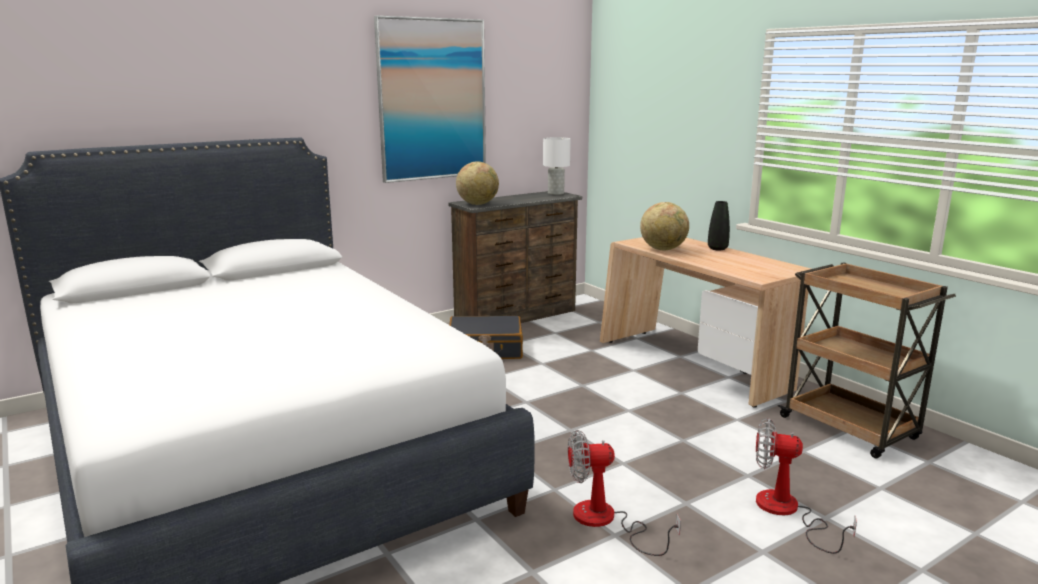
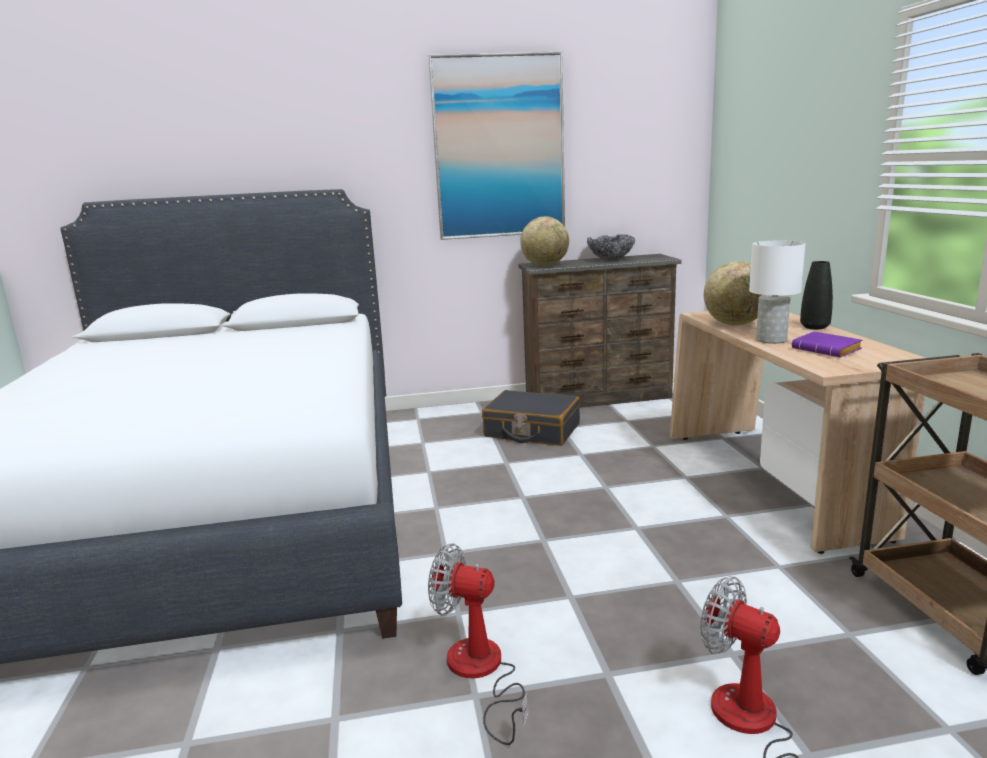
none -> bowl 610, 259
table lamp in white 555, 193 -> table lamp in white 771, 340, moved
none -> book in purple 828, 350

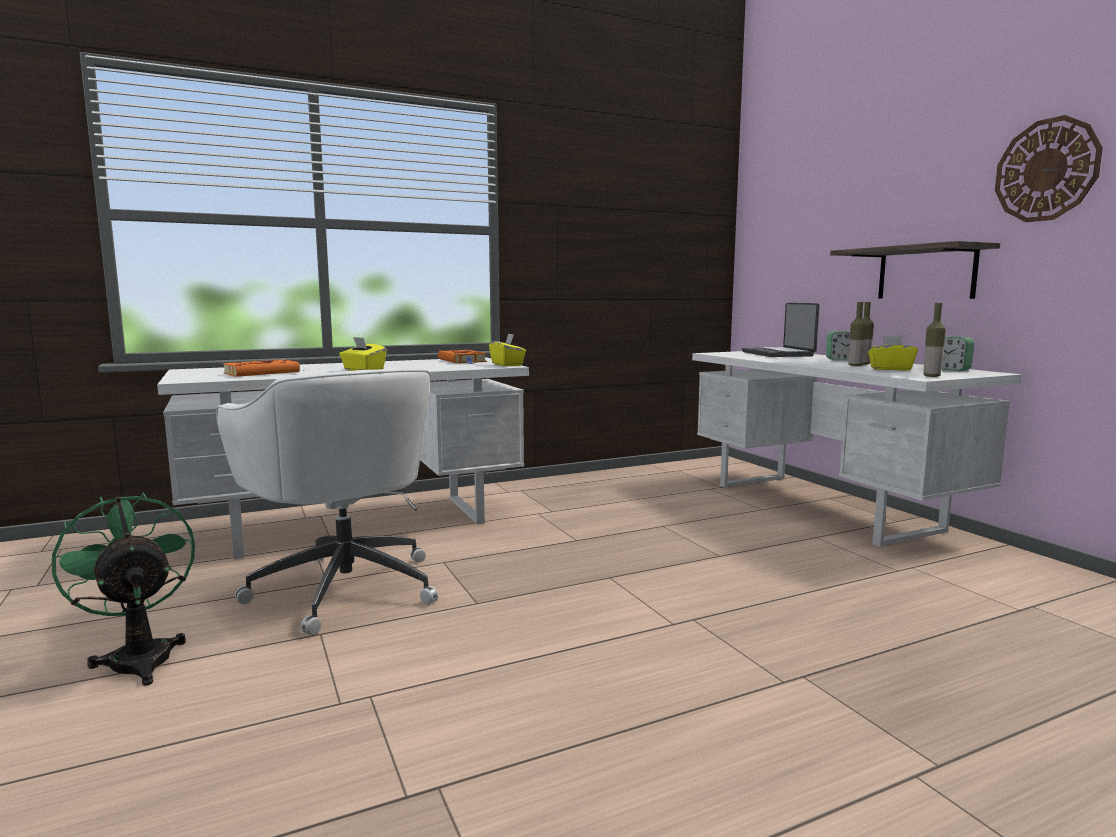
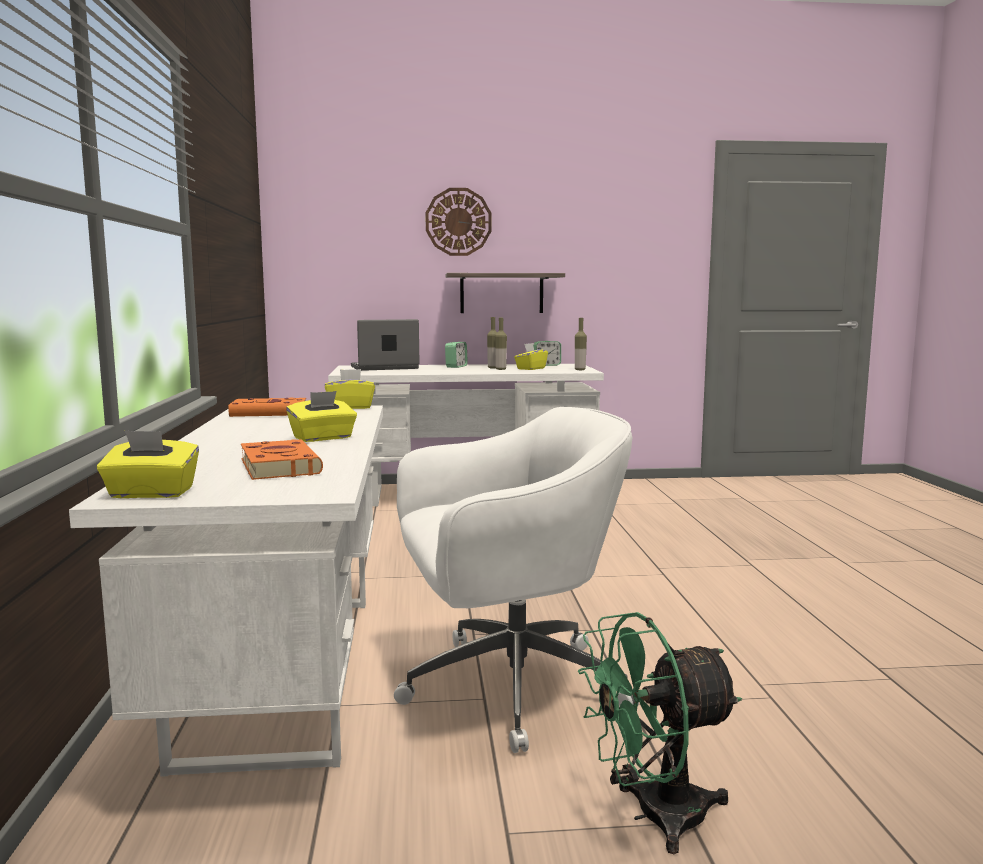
none -> tissue box in yellow 151, 493
laptop 779, 354 -> laptop 384, 368, 150 degrees clockwise
wall clock 1046, 170 -> wall clock 458, 222, moved

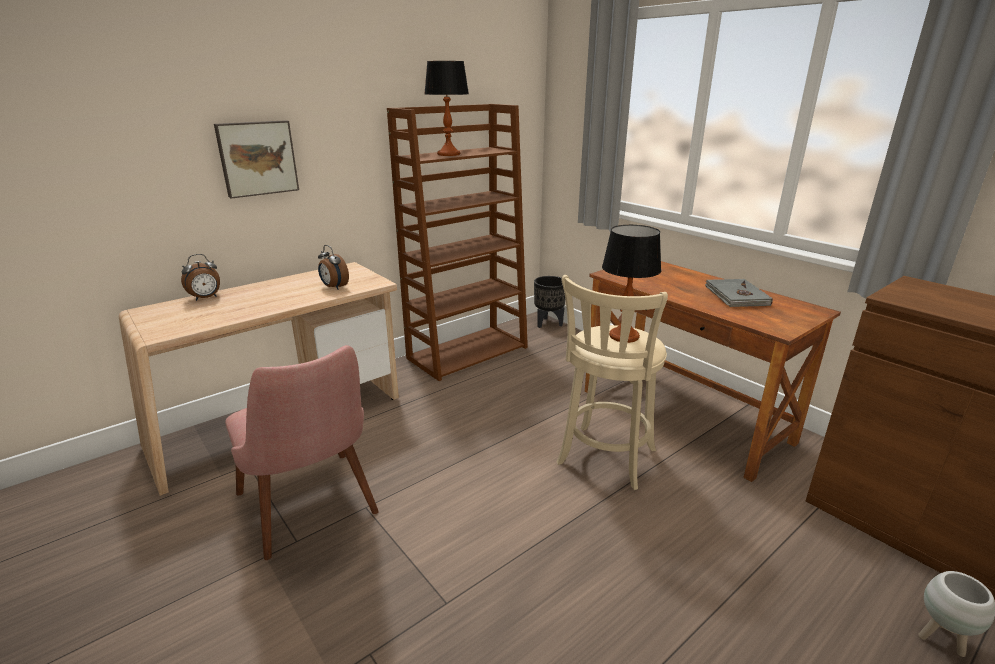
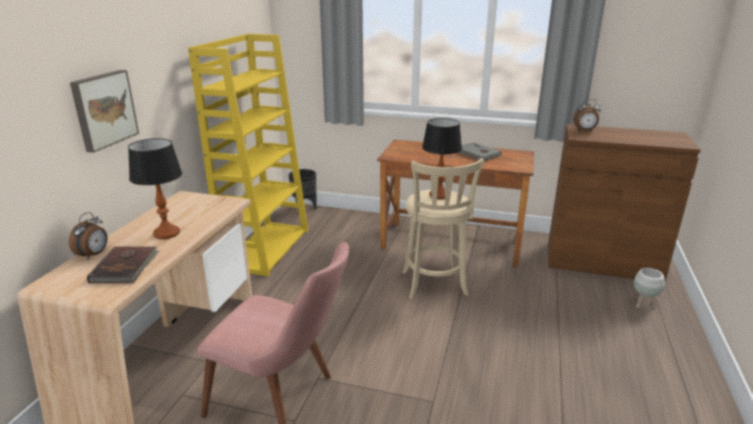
none -> book in brown 125, 267
table lamp 449, 154 -> table lamp 167, 233, moved
bookcase in brown 468, 352 -> bookcase in yellow 266, 248
alarm clock 334, 287 -> alarm clock 584, 131, moved

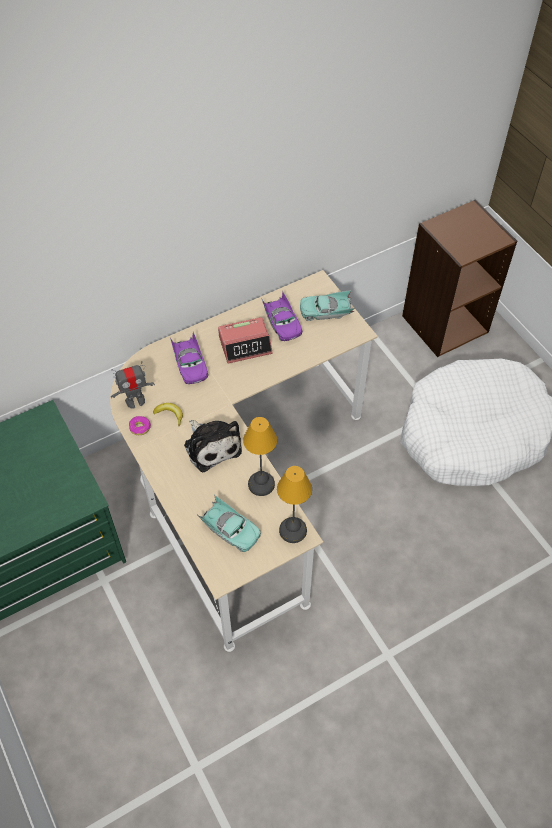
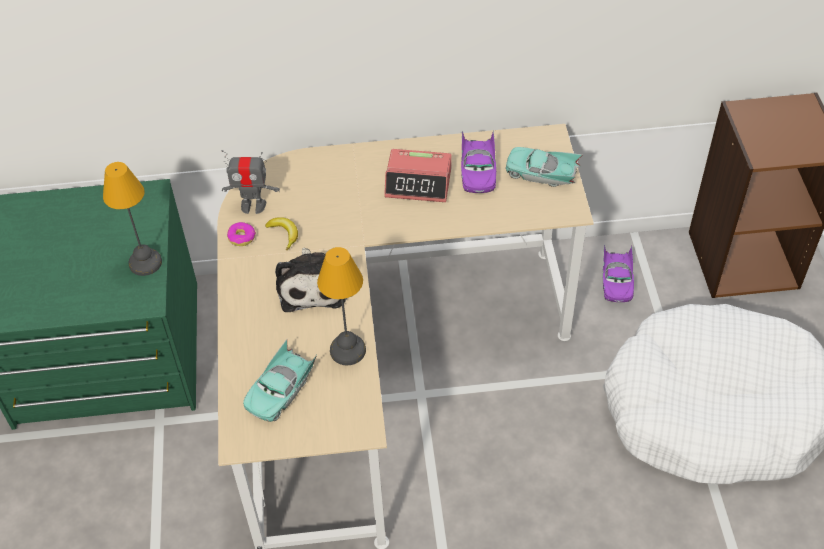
table lamp 293, 529 -> table lamp 146, 262, moved
toy car in turquoise 230, 530 -> toy car in turquoise 281, 390, 60 degrees clockwise
toy car in purple 190, 364 -> toy car in purple 616, 280, moved

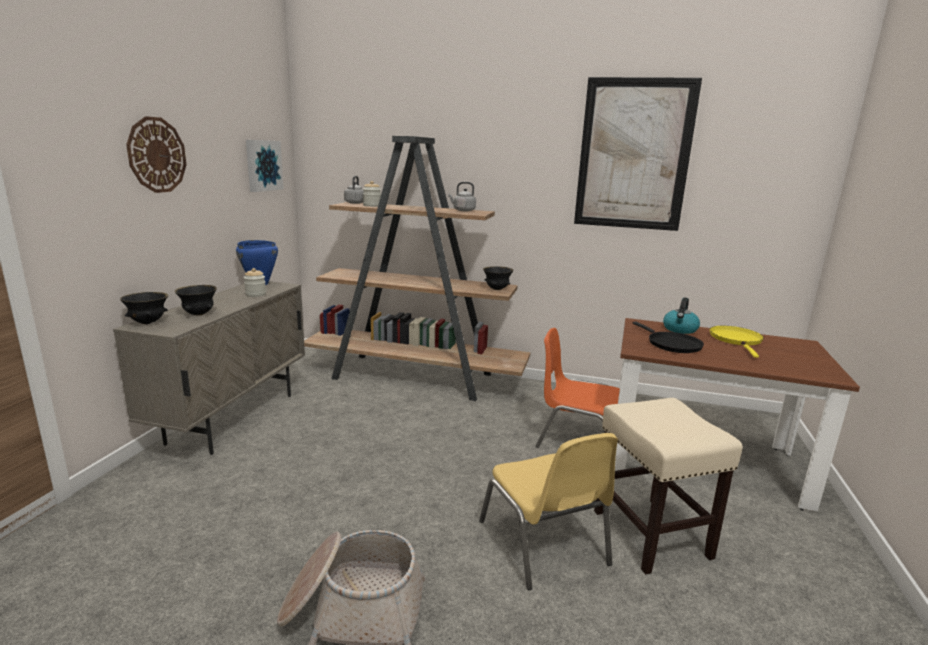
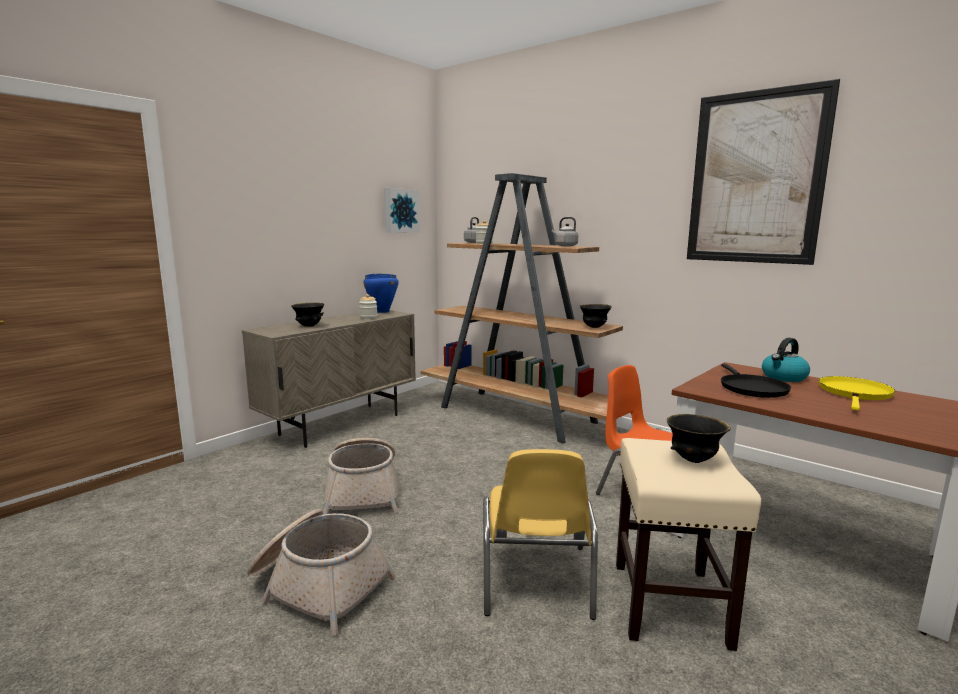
none -> basket 364, 492
bowl in black 148, 323 -> bowl in black 693, 460, moved
wall clock 157, 155 -> none

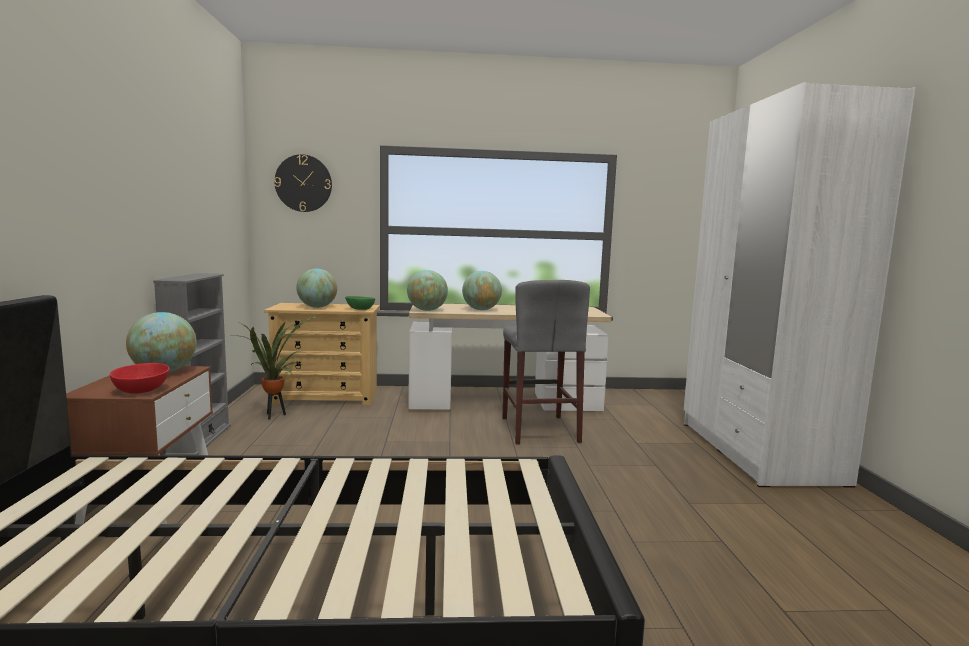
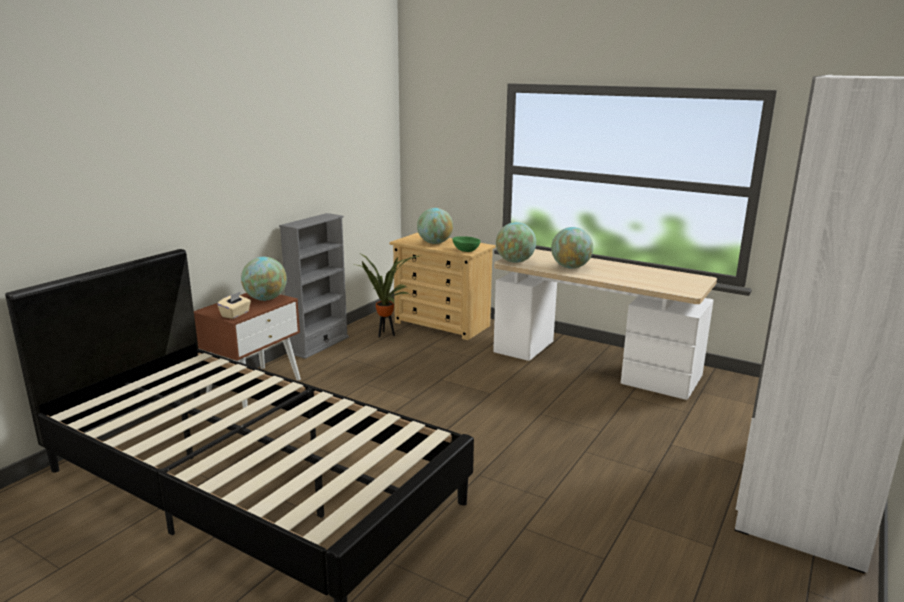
bowl in red 141, 390 -> tissue box in beige 235, 314
wall clock 303, 183 -> none
stool in grey 539, 429 -> none

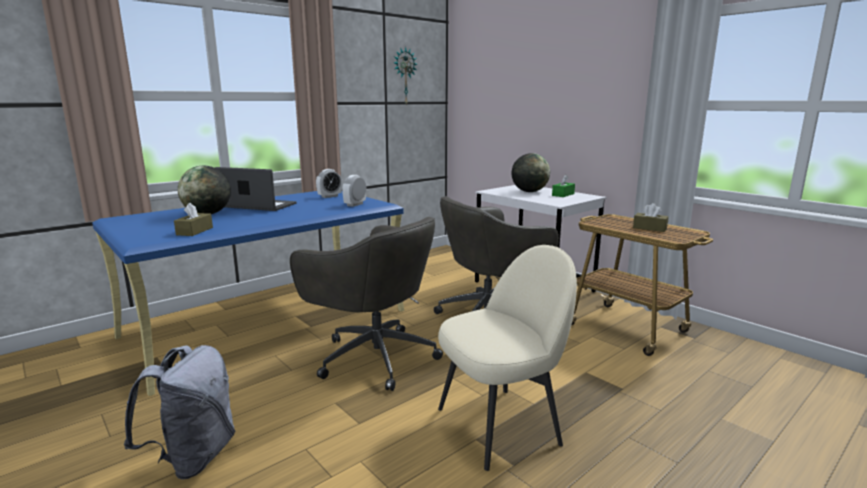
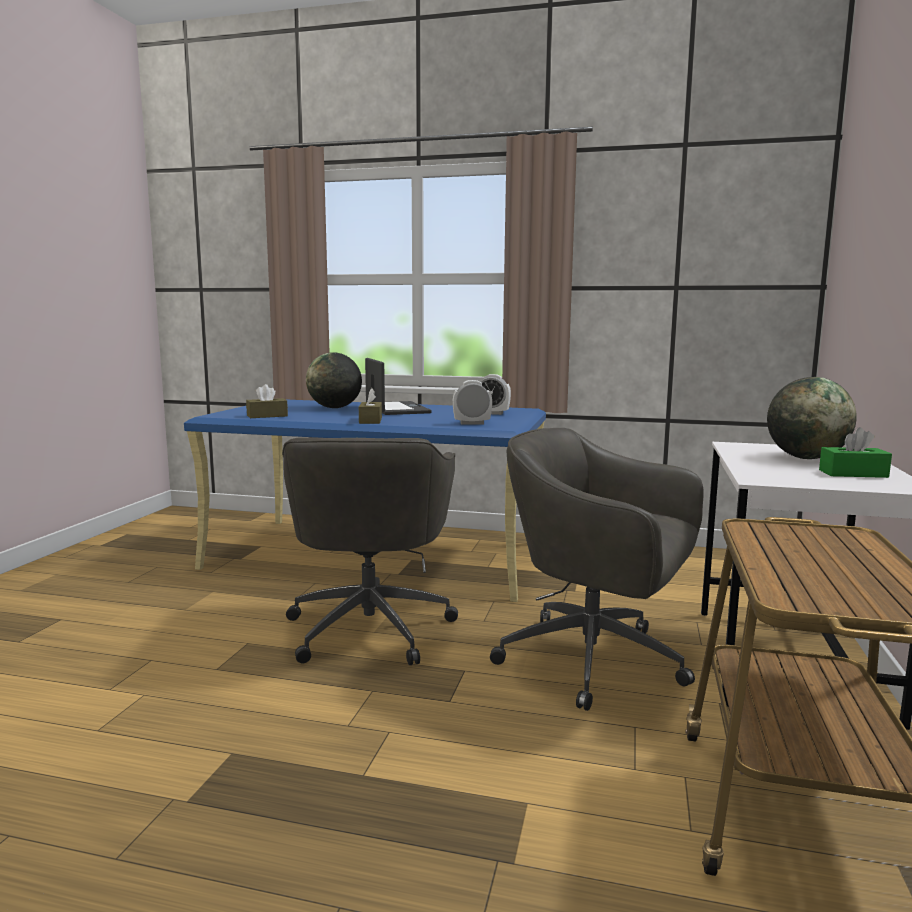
tissue box in brown 649, 228 -> tissue box in brown 370, 420, moved
backpack in grey 193, 457 -> none
wall clock 404, 76 -> none
chair in beige 501, 425 -> none

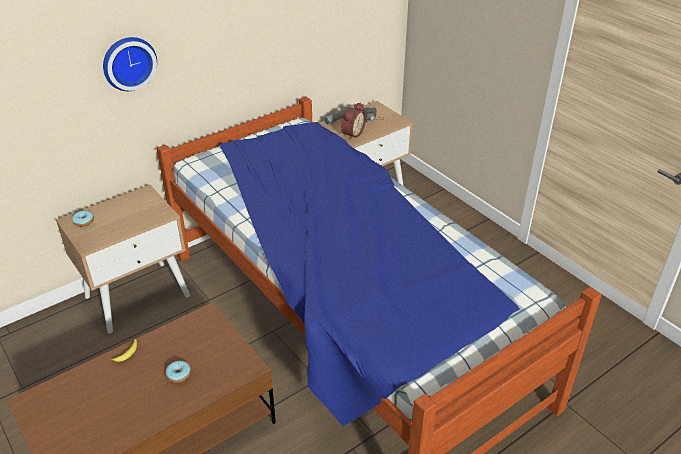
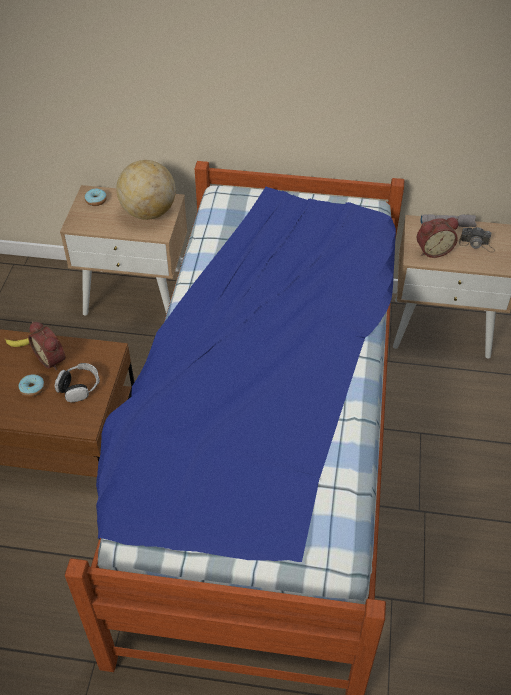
none -> alarm clock 52, 359
none -> headphones 79, 387
none -> globe 148, 212
wall clock 128, 62 -> none

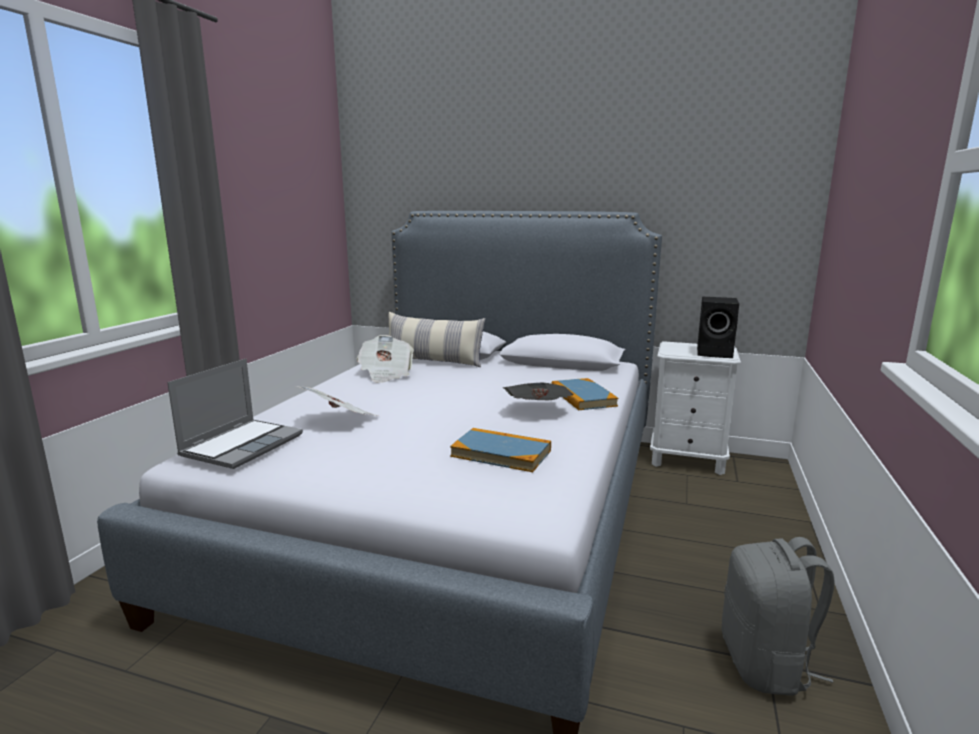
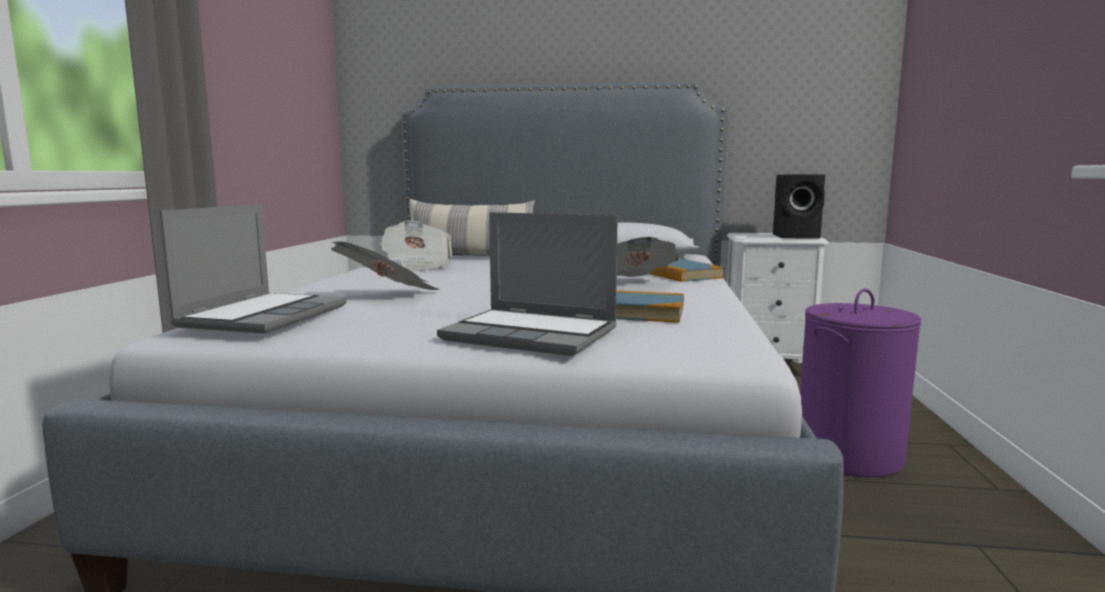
none -> laptop 533, 335
none -> laundry basket in purple 848, 455
backpack in grey 766, 665 -> none

